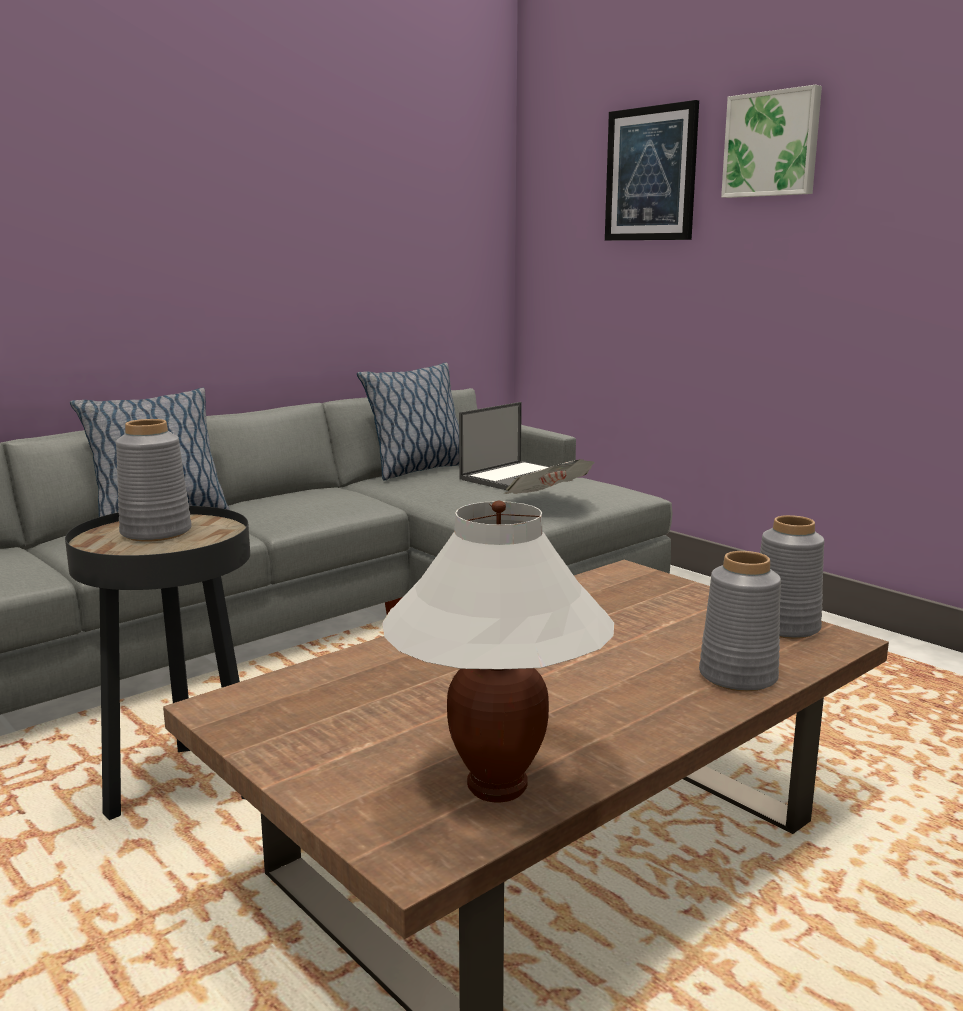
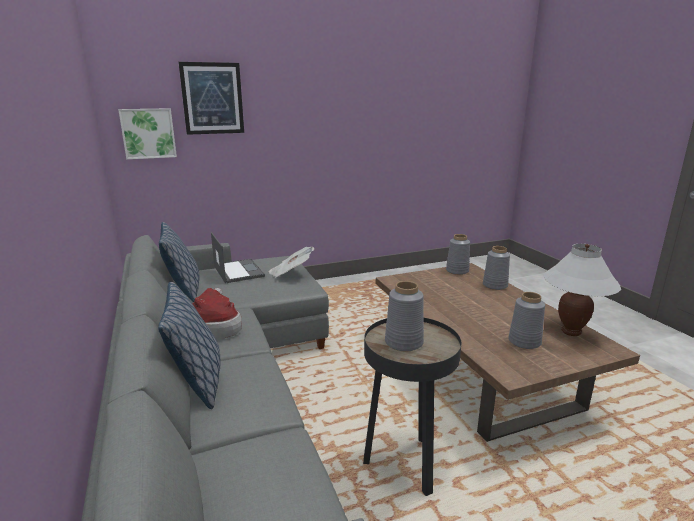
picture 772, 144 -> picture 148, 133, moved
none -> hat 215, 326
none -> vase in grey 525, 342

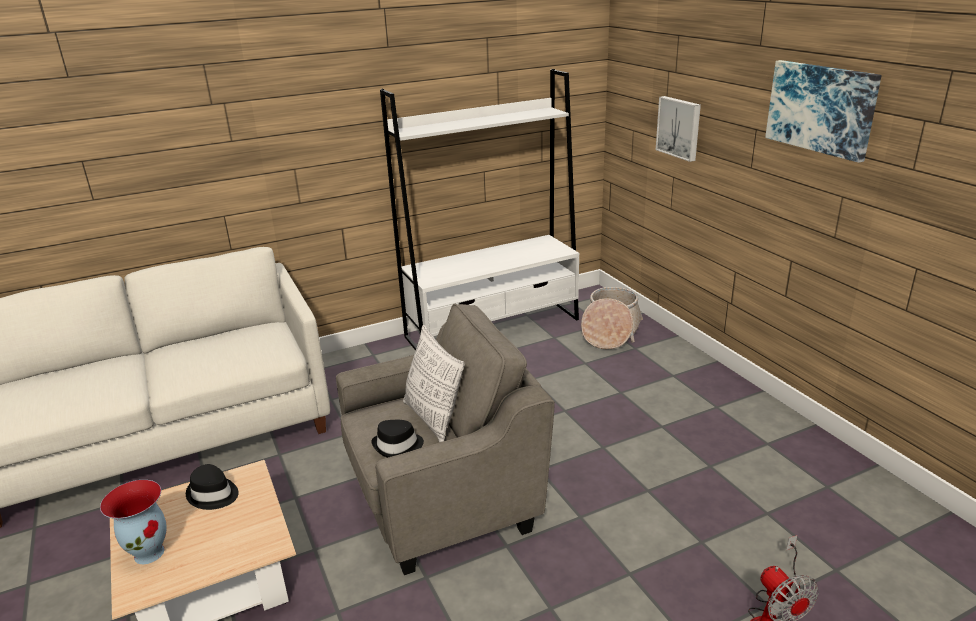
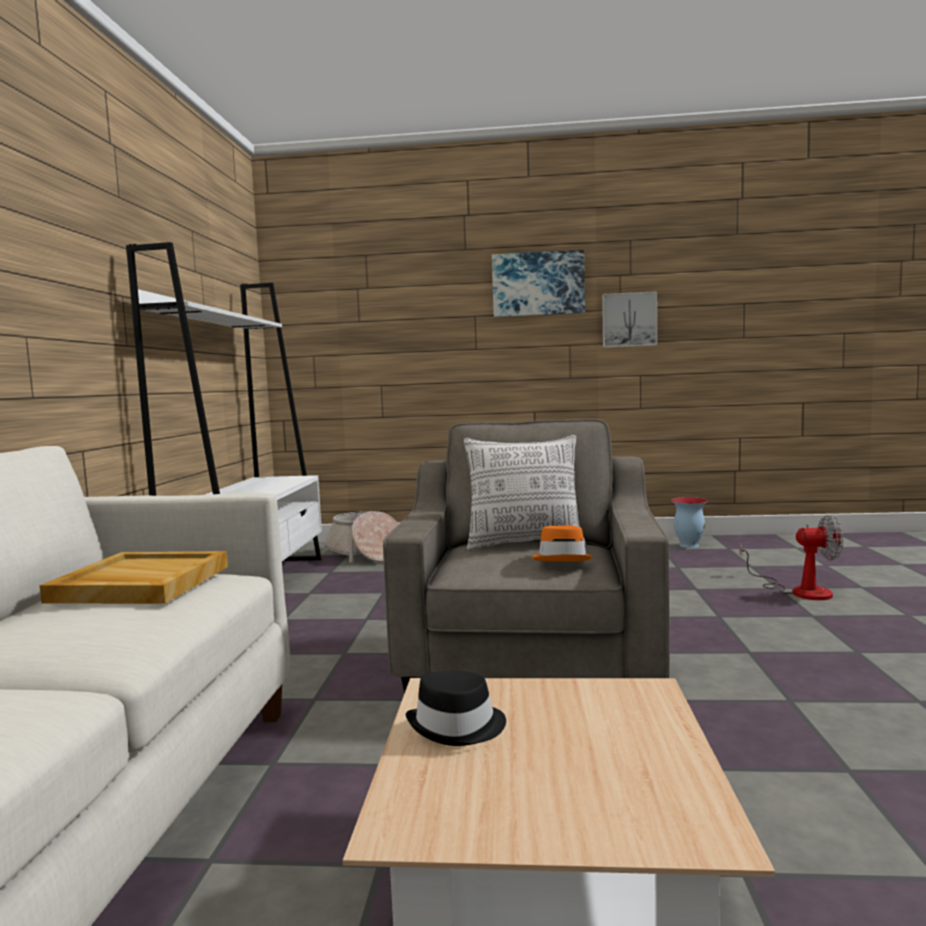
none -> tray in beige 140, 584
hat in black 398, 446 -> hat in orange 562, 558
picture 679, 127 -> picture 629, 320, moved
vase 150, 552 -> vase 688, 545, moved

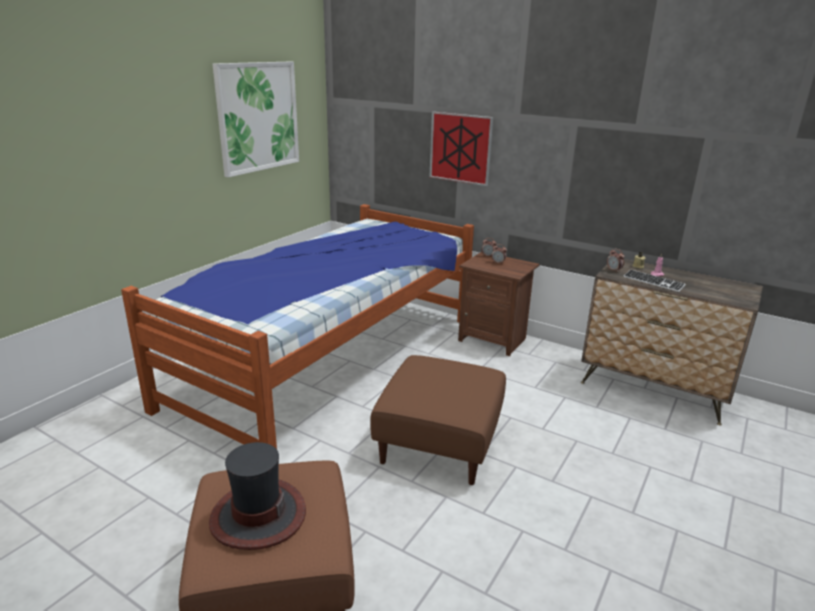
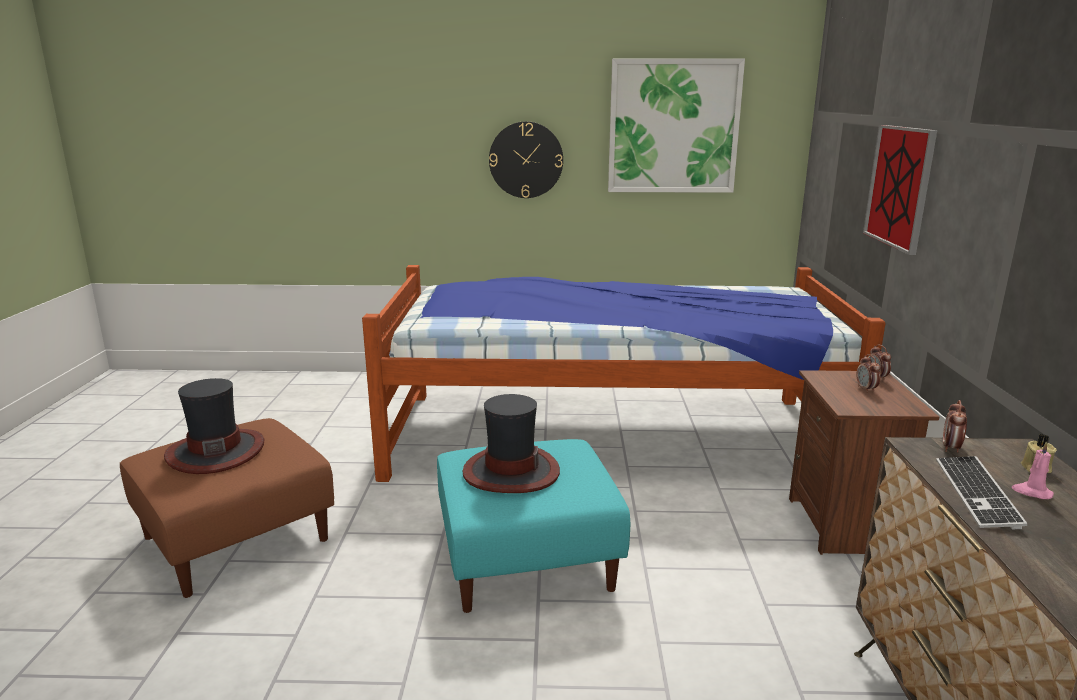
ottoman in brown 440, 443 -> ottoman in turquoise 526, 560
none -> hat 510, 471
none -> wall clock 526, 160

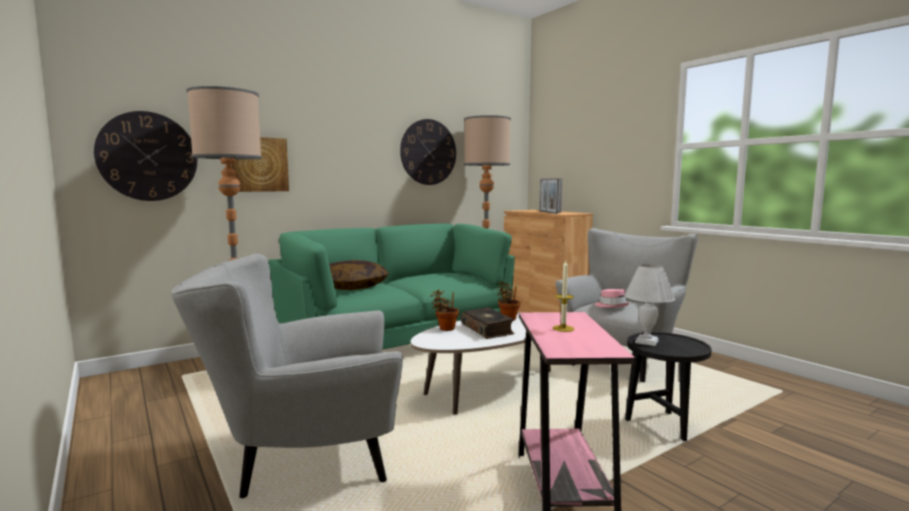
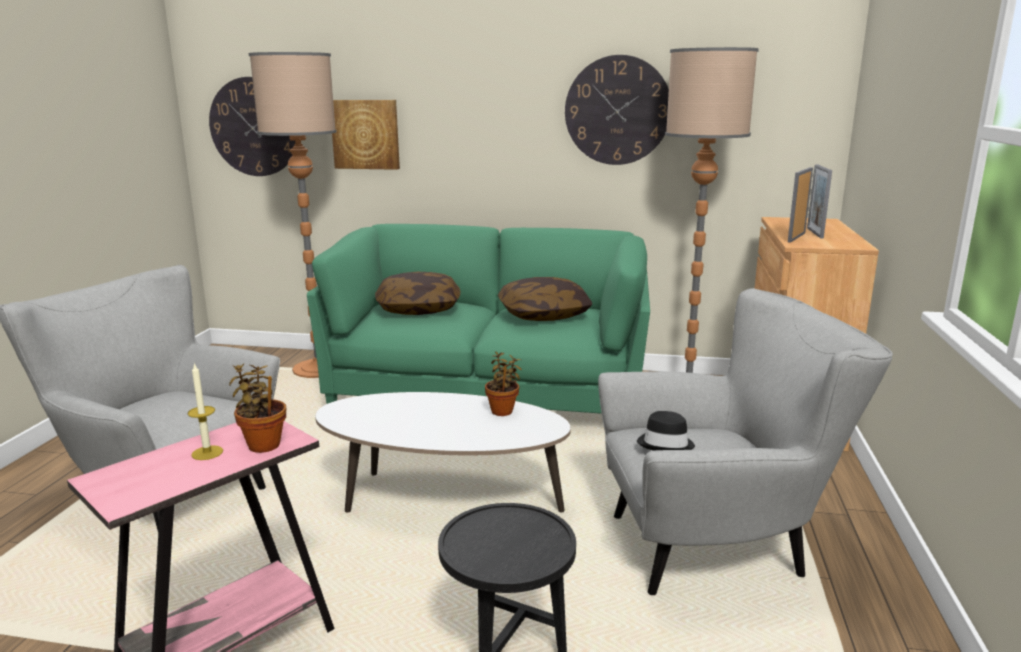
potted plant 445, 328 -> potted plant 263, 444, moved
none -> pillow 543, 315
hat in pink 611, 305 -> hat in black 666, 444
book 487, 329 -> none
table lamp in white 647, 342 -> none

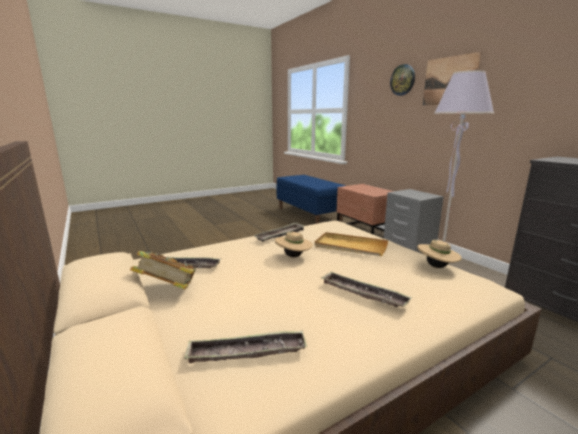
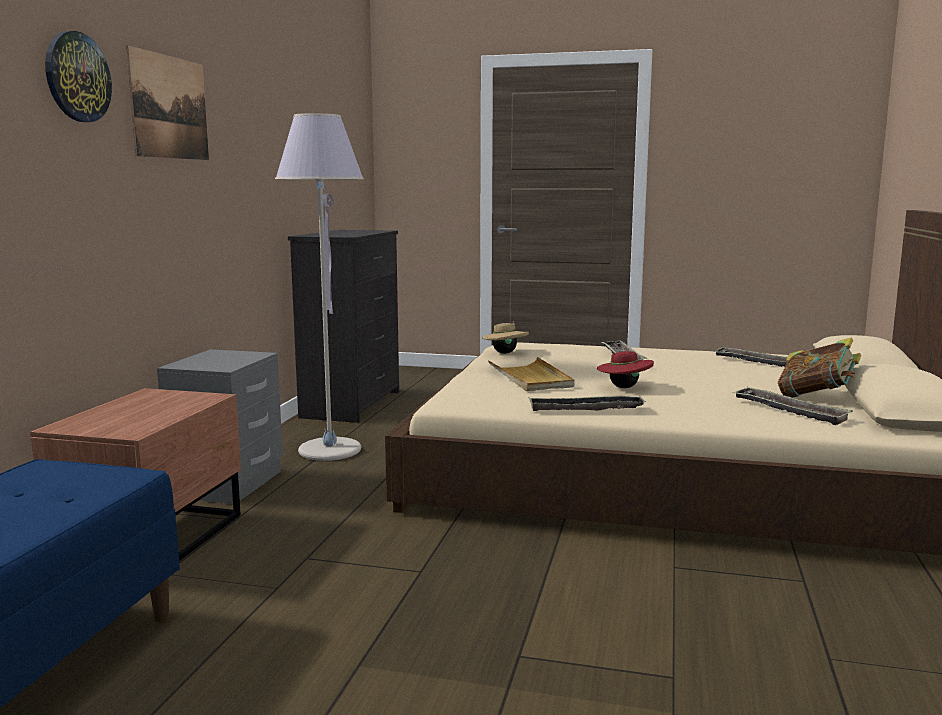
hat in beige 293, 256 -> hat in red 624, 387

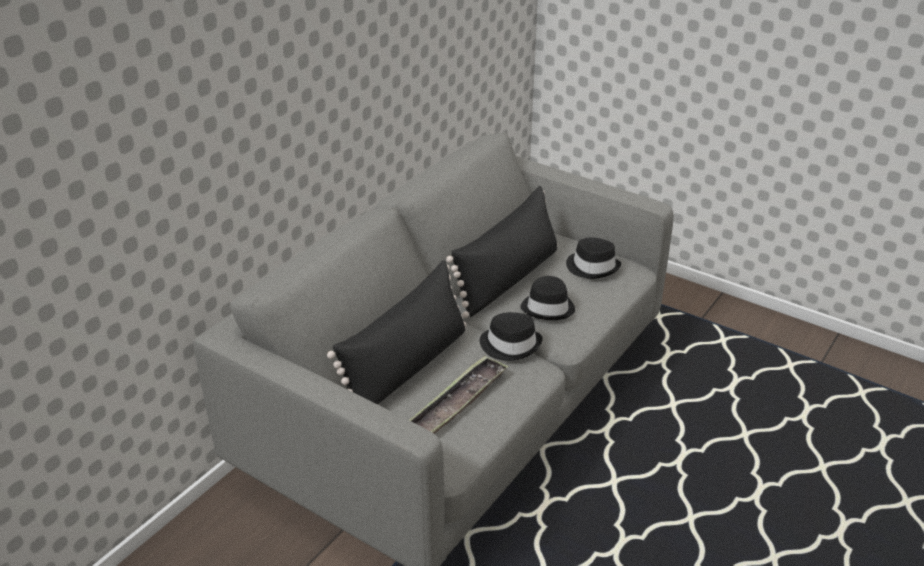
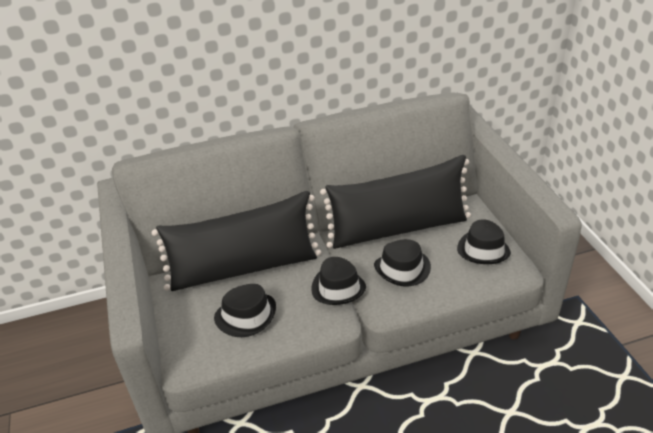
tray 457, 402 -> hat in black 246, 316

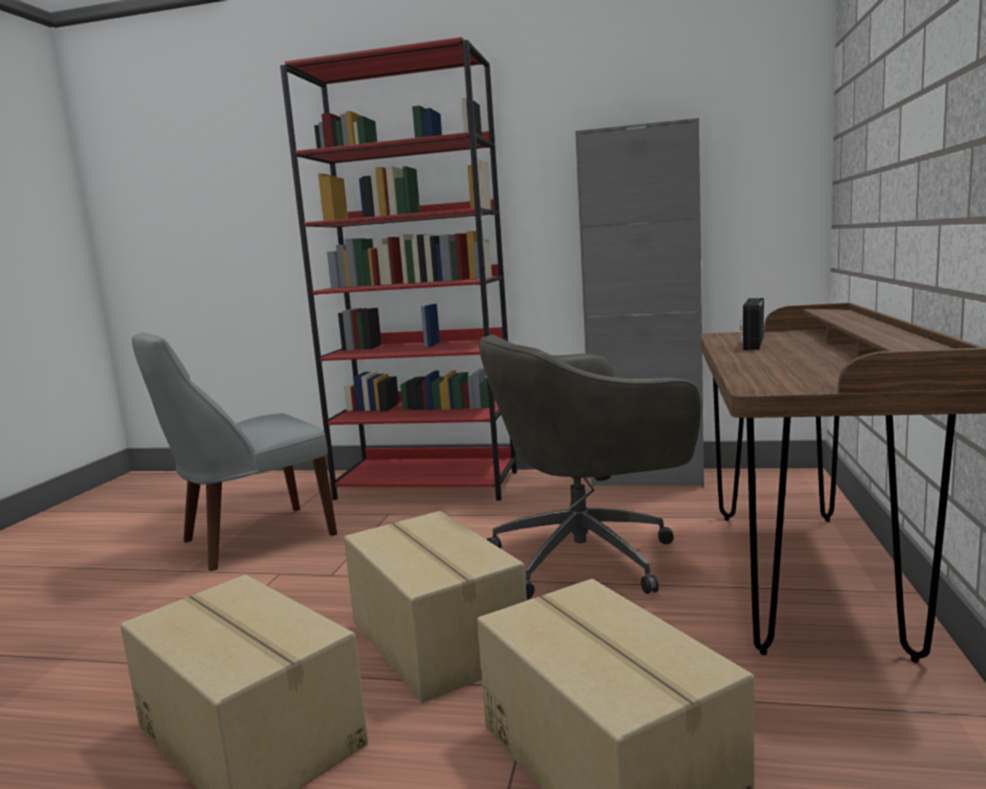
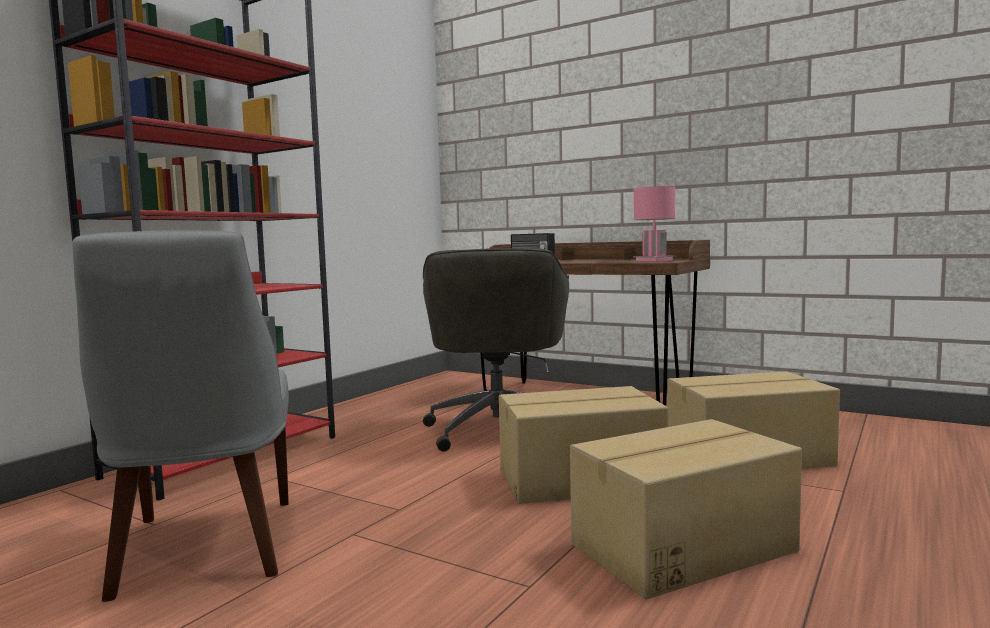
none -> table lamp in pink 653, 260
cabinet in grey 646, 479 -> none

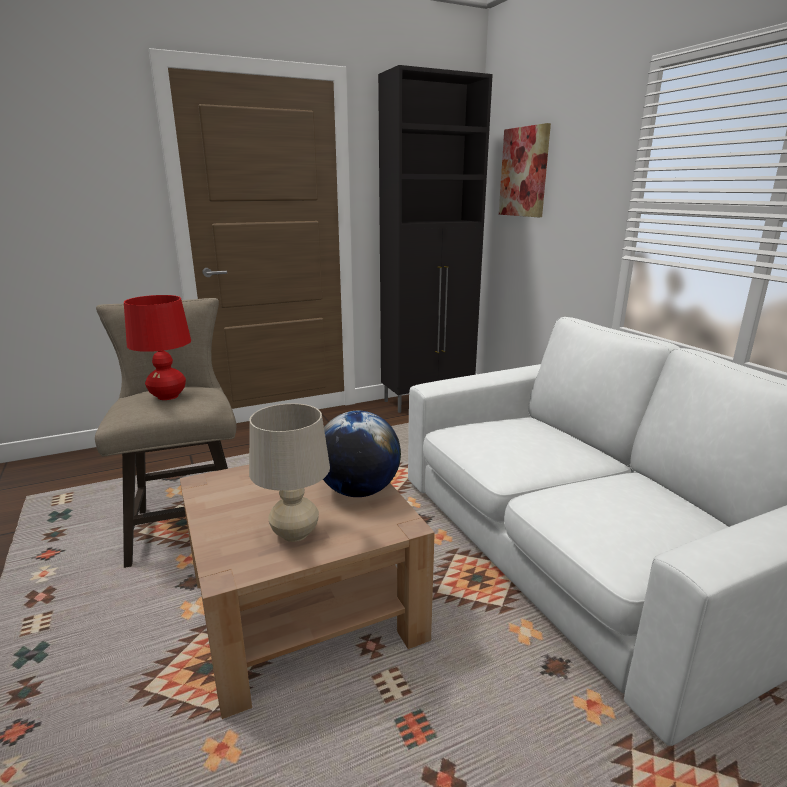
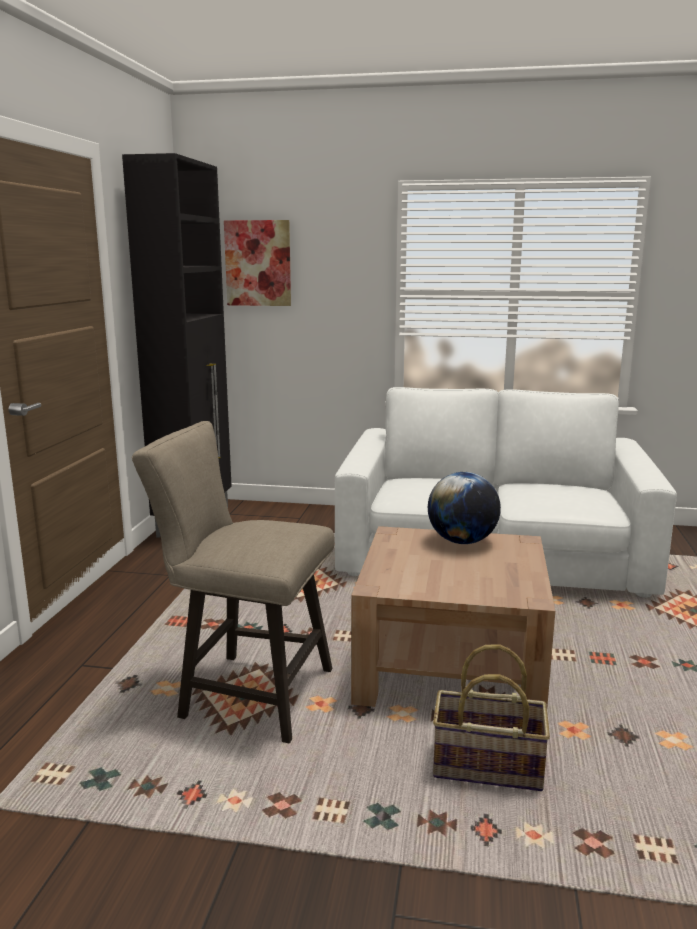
none -> basket 487, 768
table lamp in red 168, 396 -> none
table lamp in beige 294, 534 -> none

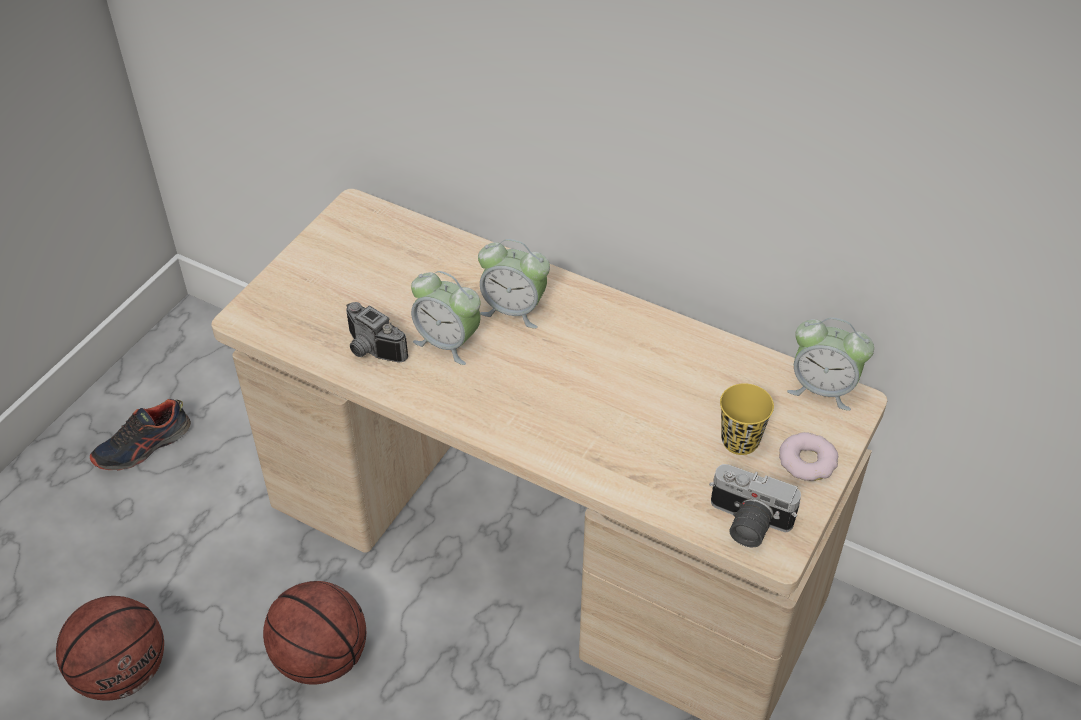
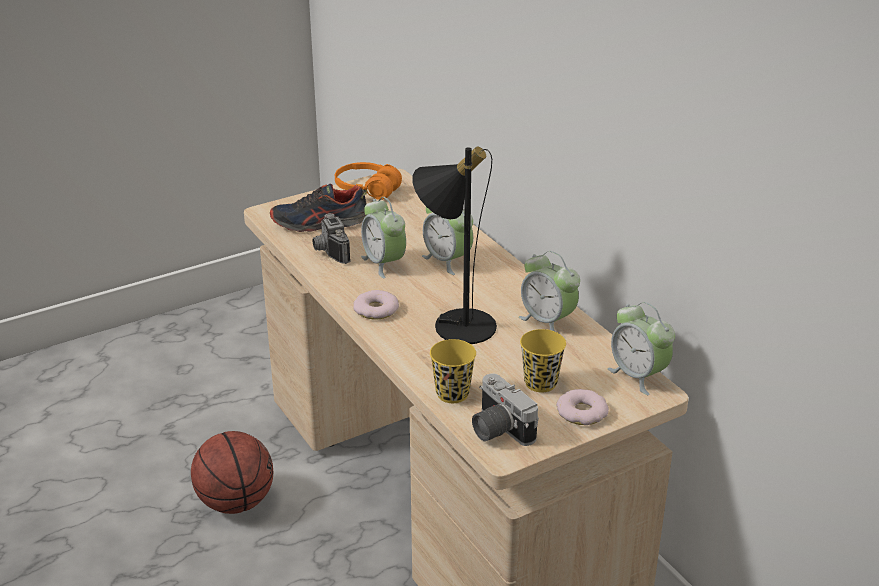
shoe 143, 446 -> shoe 320, 223, moved
none -> headphones in orange 367, 190
none -> donut 376, 309
none -> table lamp in black 455, 322
none -> cup in yellow 452, 393
none -> alarm clock 547, 321
basketball 123, 672 -> none

